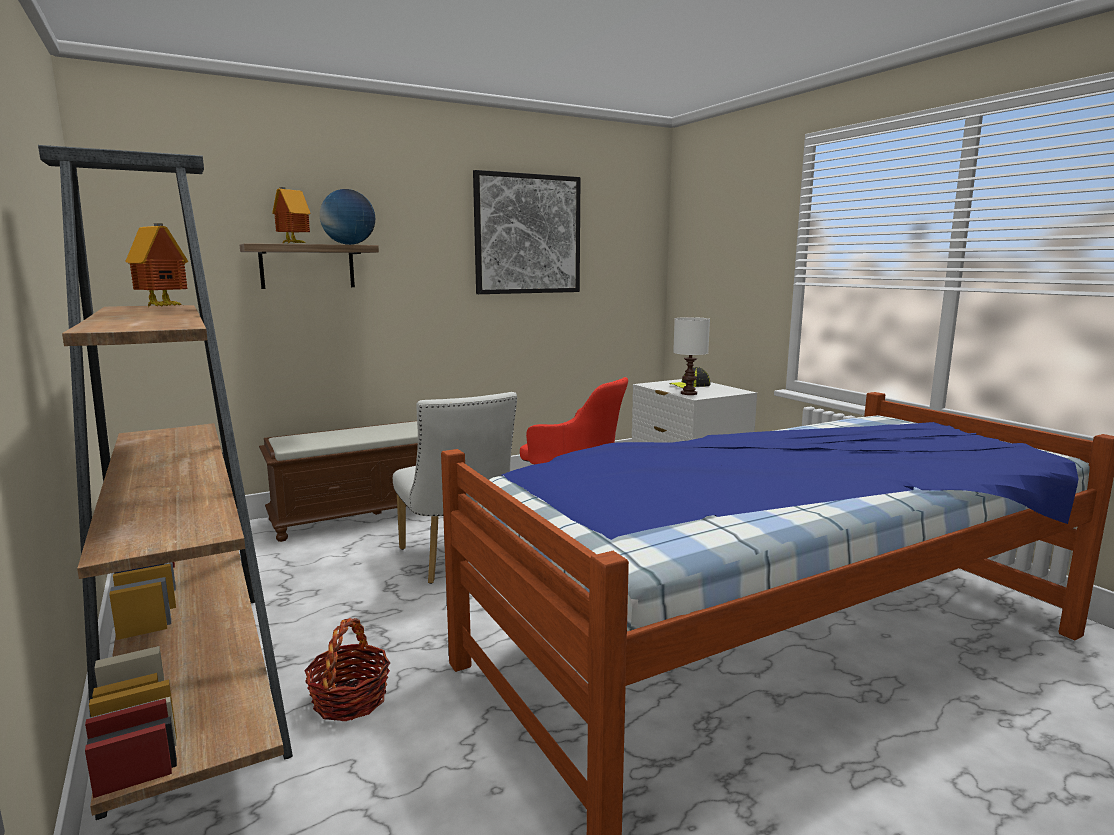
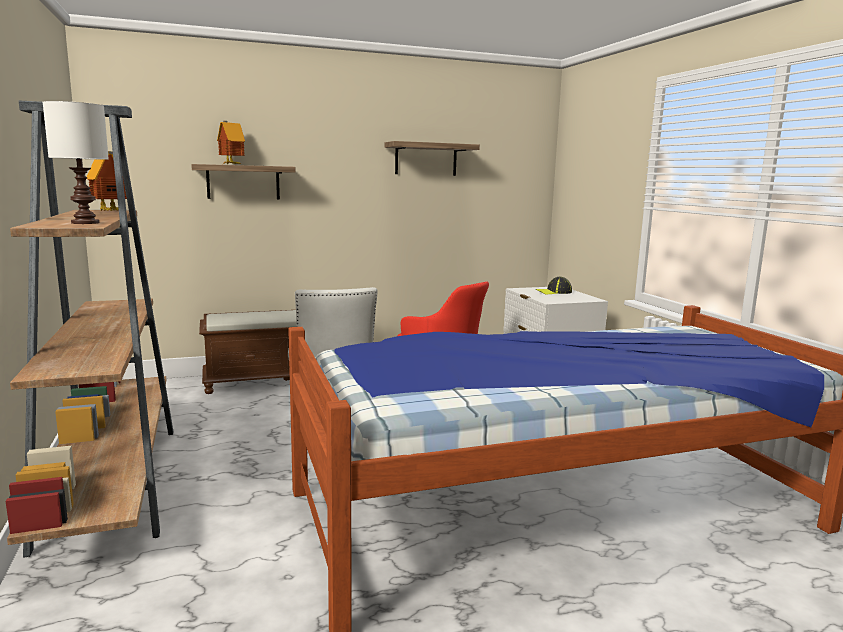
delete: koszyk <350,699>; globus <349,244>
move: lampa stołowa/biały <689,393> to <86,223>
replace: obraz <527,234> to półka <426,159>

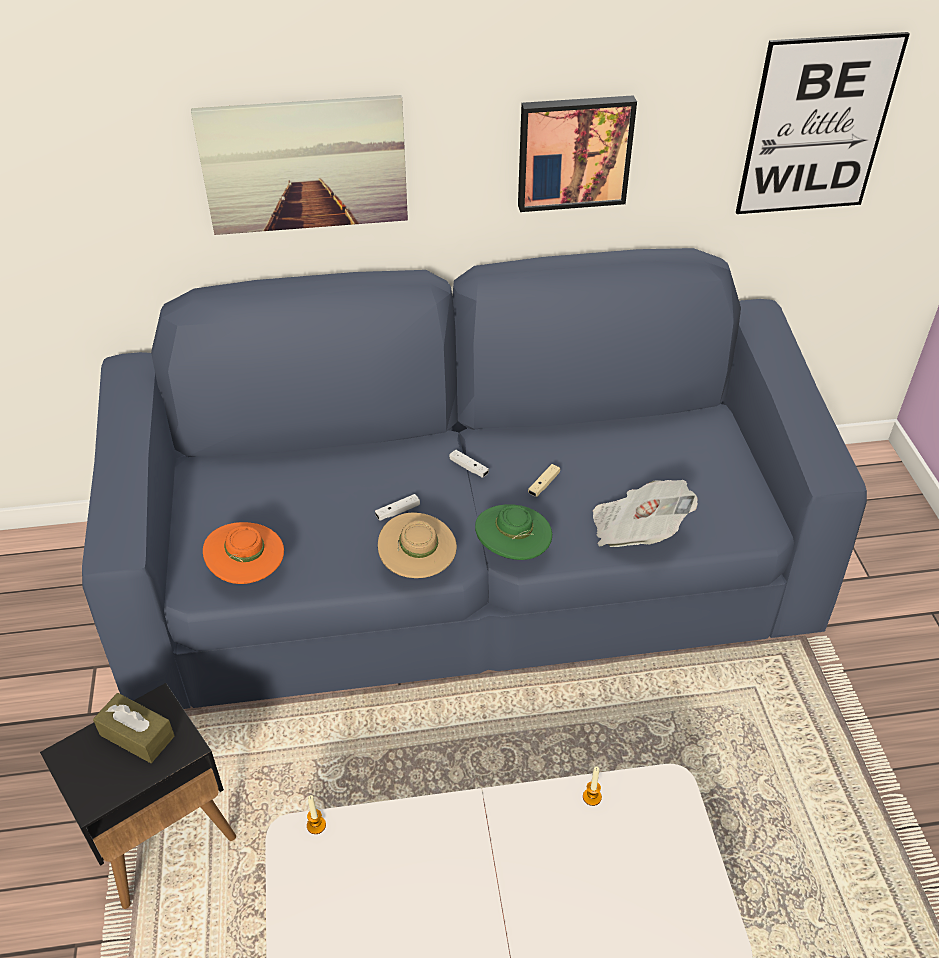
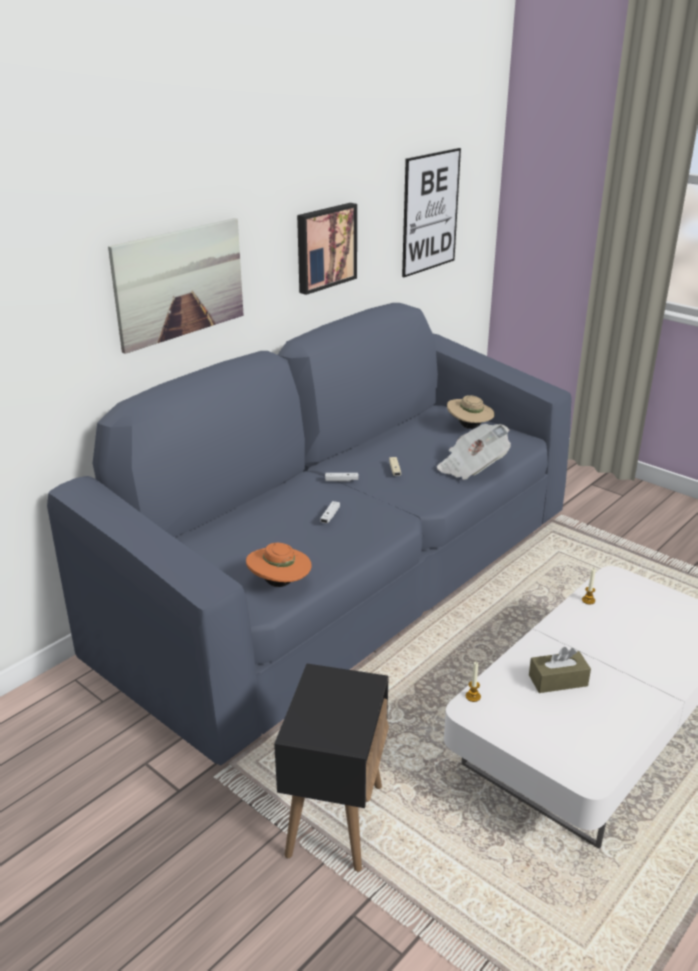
delete: kapelusz/zielony <513,551>
move: kapelusz/beżowy <418,565> to <469,427>; pudełko chusteczek/brązowy <137,735> to <558,680>

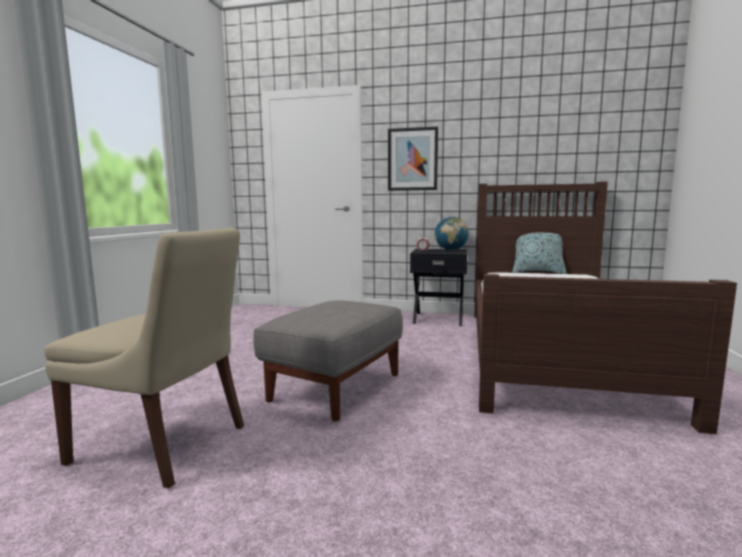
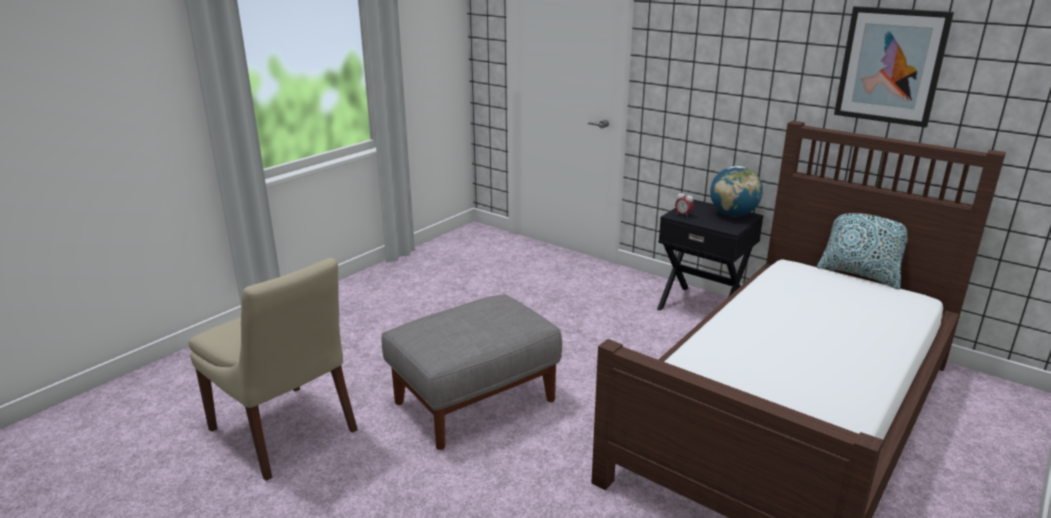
move: obraz <412,159> to <890,66>

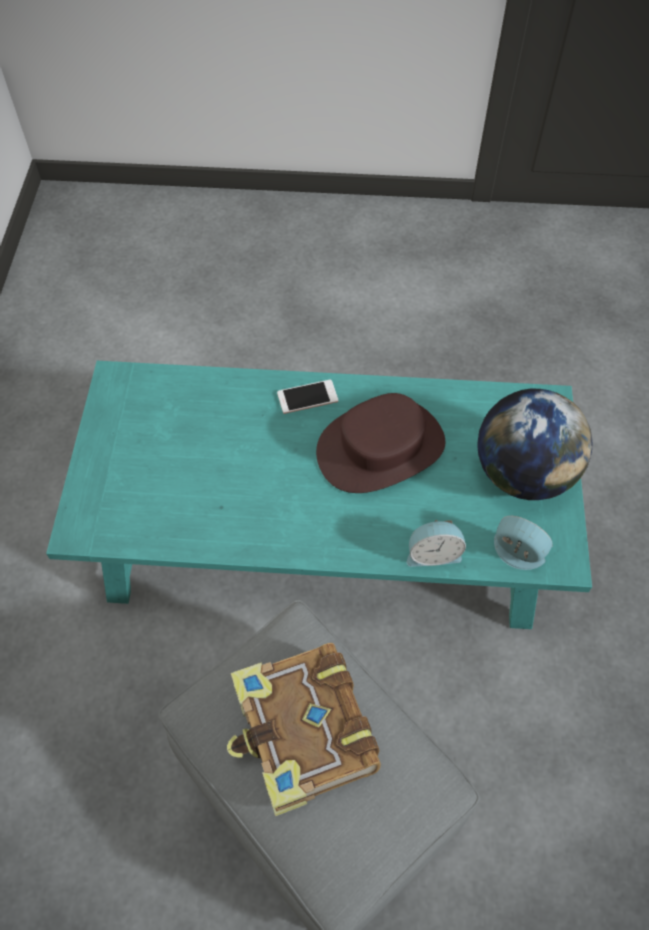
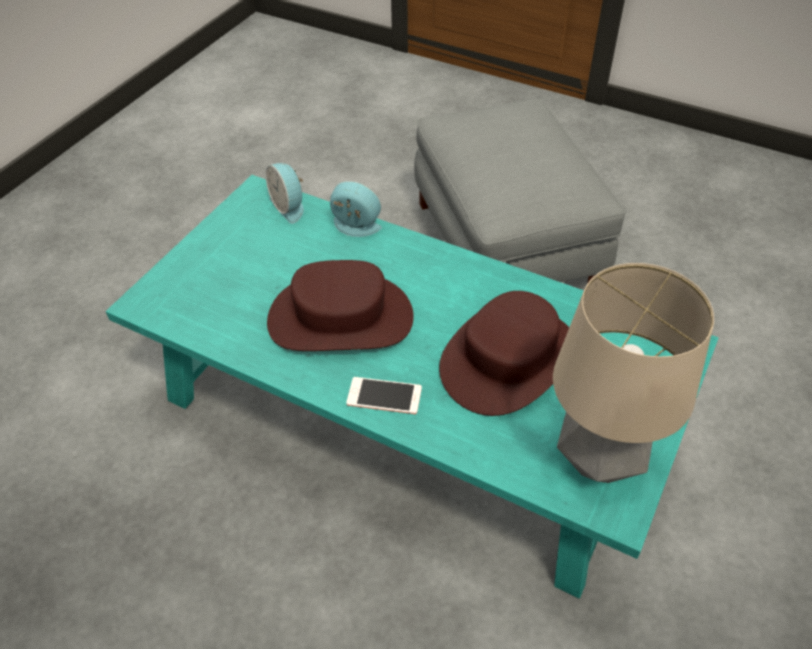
delete: książka <303,734>; globus <523,473>
insert: kapelusz/brązowy <508,359>; lampa stołowa <598,459>

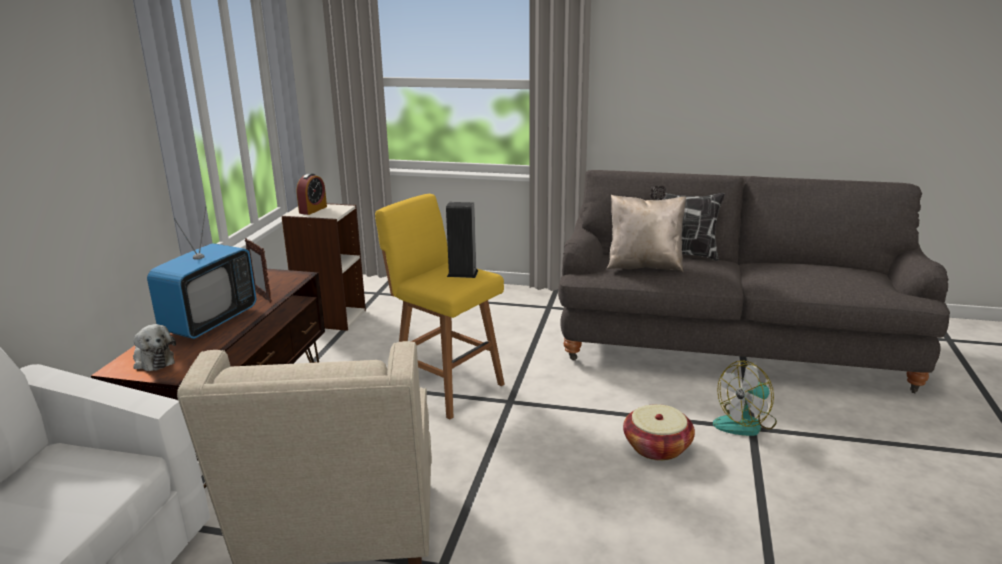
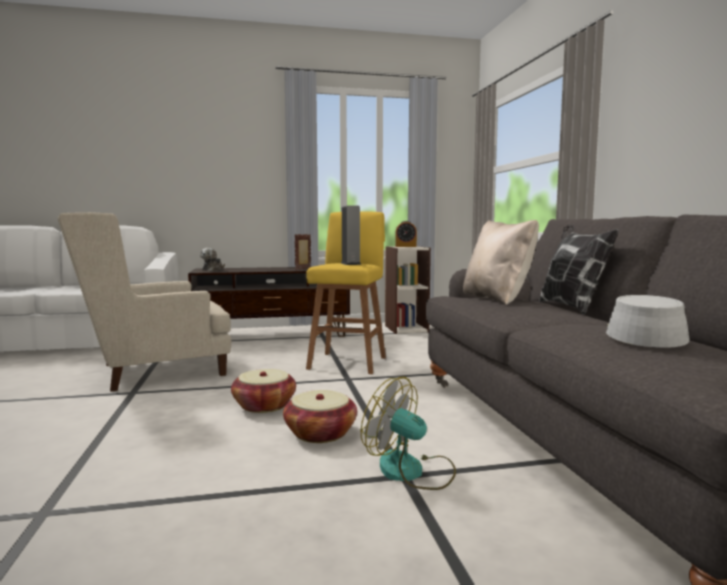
delete: telewizor <209,322>
insert: koszyk <264,405>; kapelusz/szary <644,335>

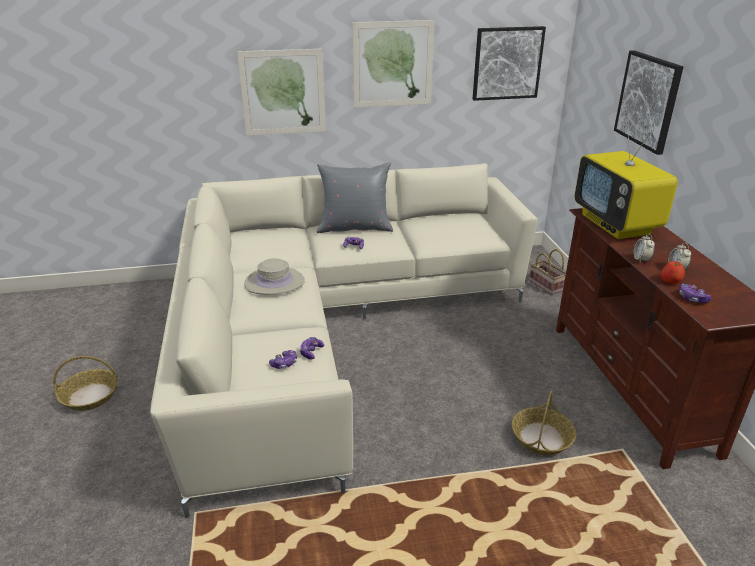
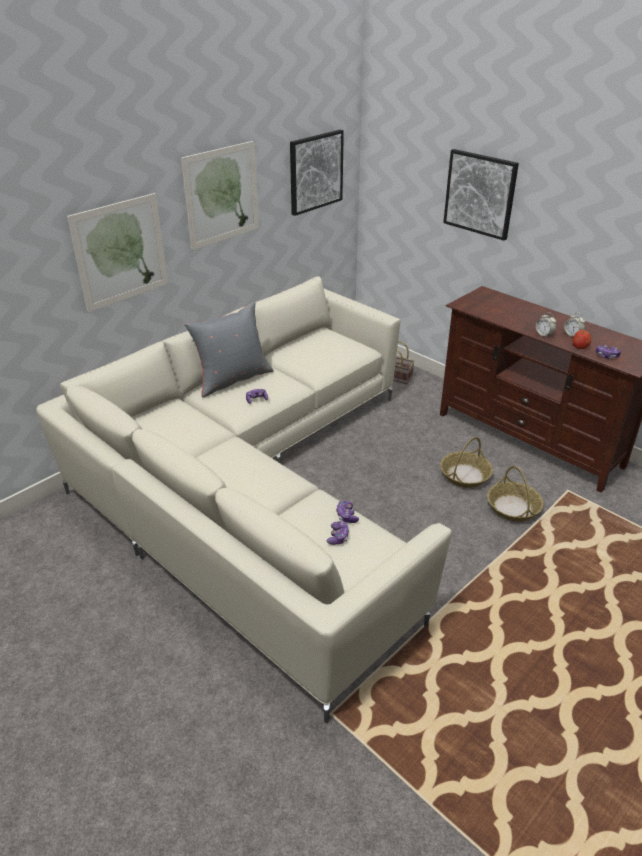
delete: kapelusz/beżowy <274,282>; telewizor <617,224>
move: koszyk <90,396> to <465,475>

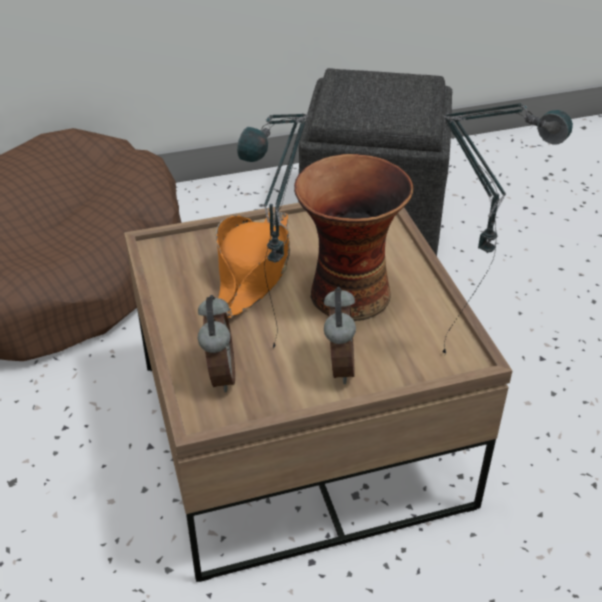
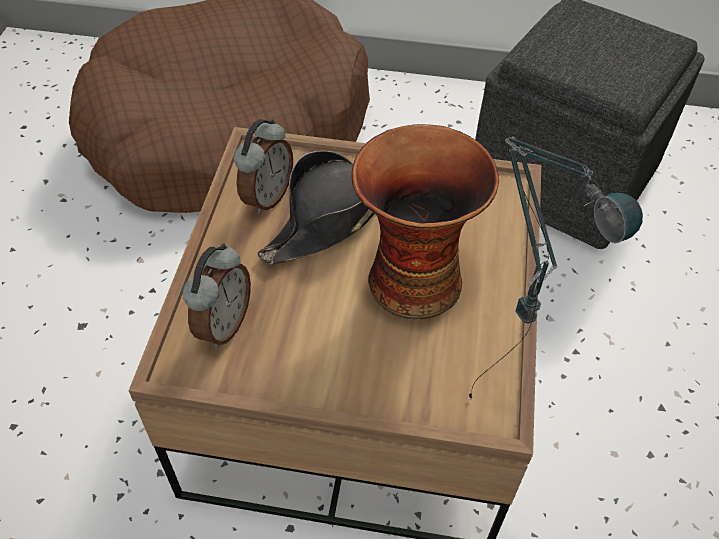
delete: lampa stołowa <280,362>
move: budzik <338,367> to <266,197>
recolor: kapelusz/pomarańczowy <253,272> to kapelusz/czarny <332,217>

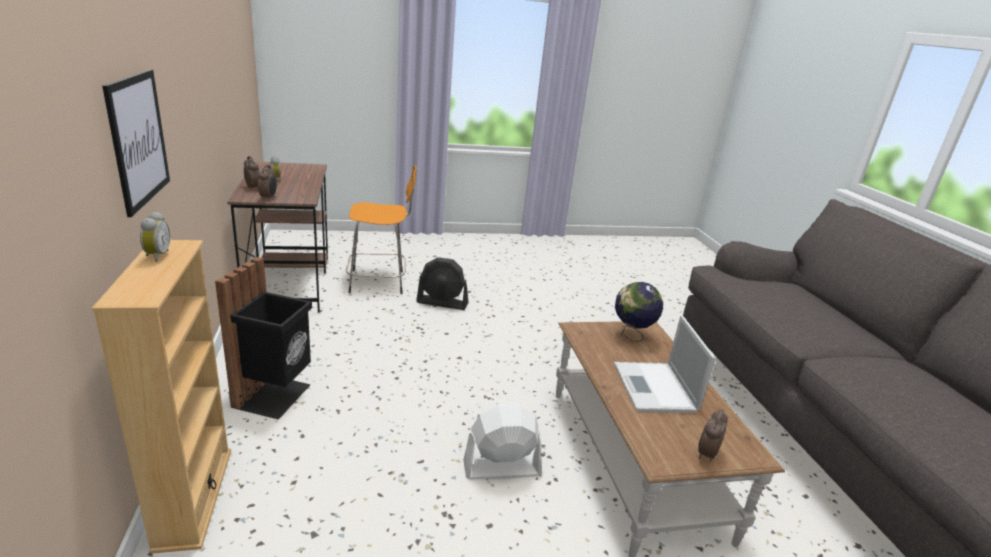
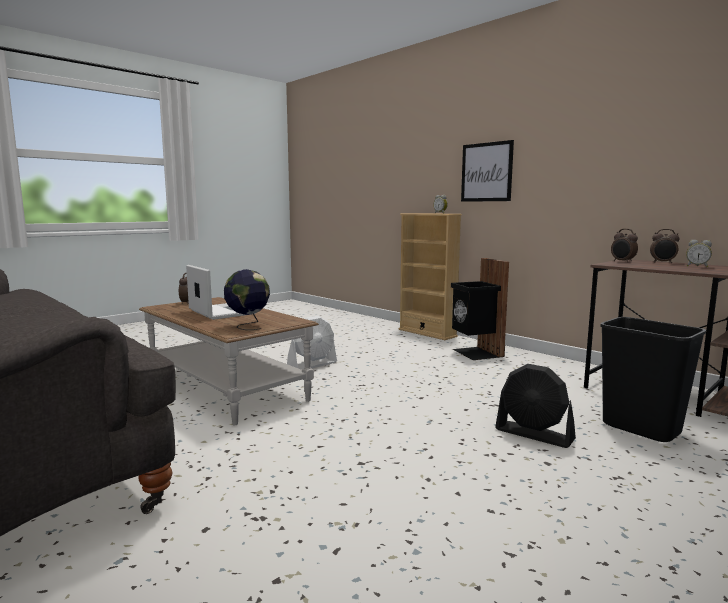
replace: stołek/pomarańczowy <379,282> to kosz na śmieci/czarny <639,429>
rotate: wentylator/czarny <442,303> = <534,434> 120 degrees counterclockwise

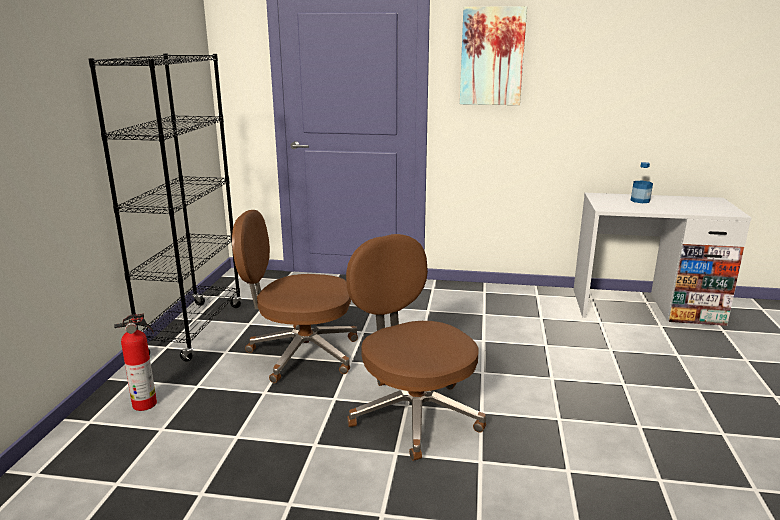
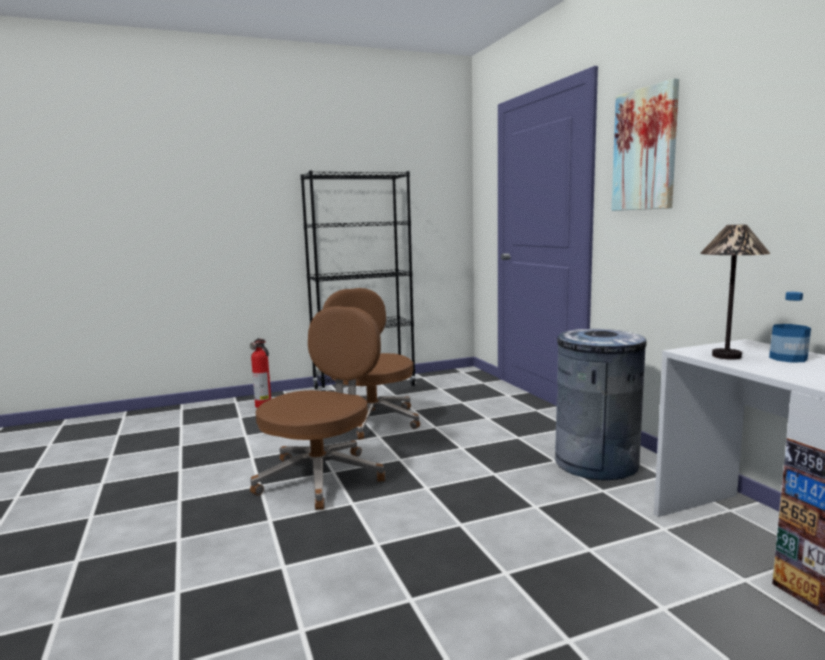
insert: kosz na śmieci/szary <596,463>; lampa stołowa <726,356>

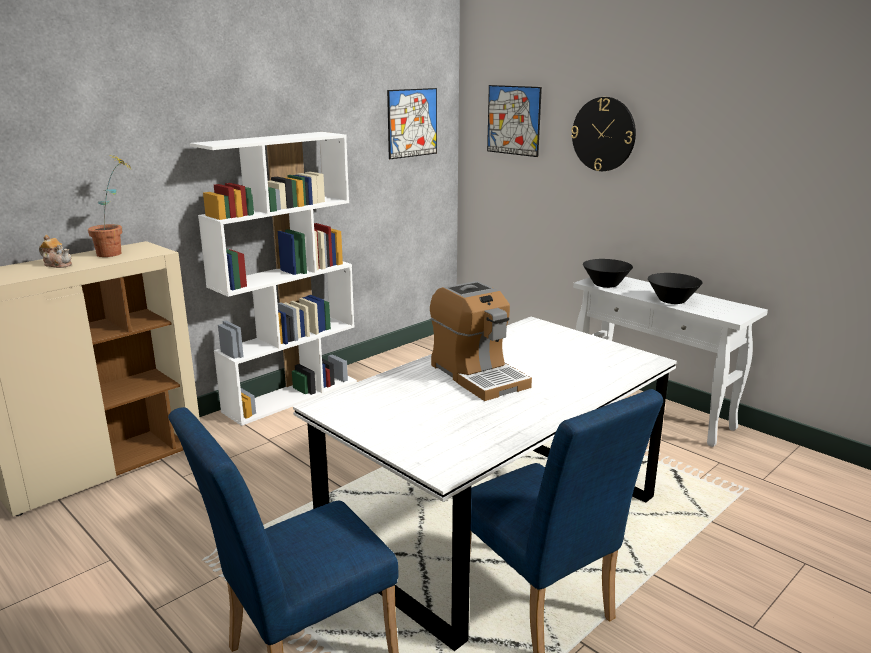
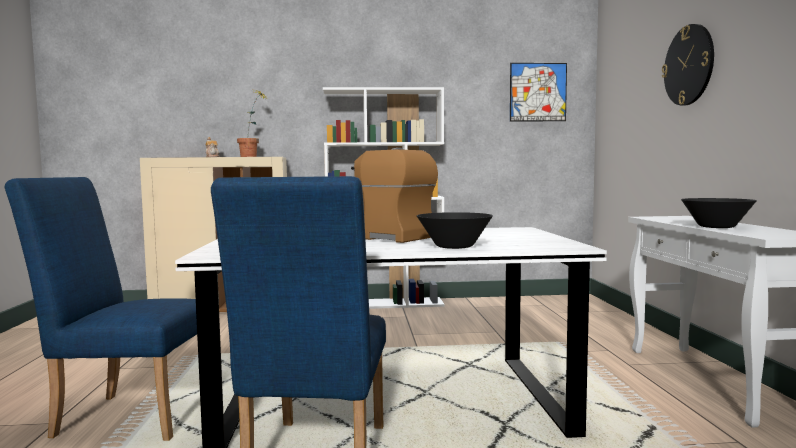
delete: obraz <513,120>
move: miska/czarny <606,284> to <454,247>
rotate: ekspres do kawy <478,375> = <384,237> 120 degrees clockwise

